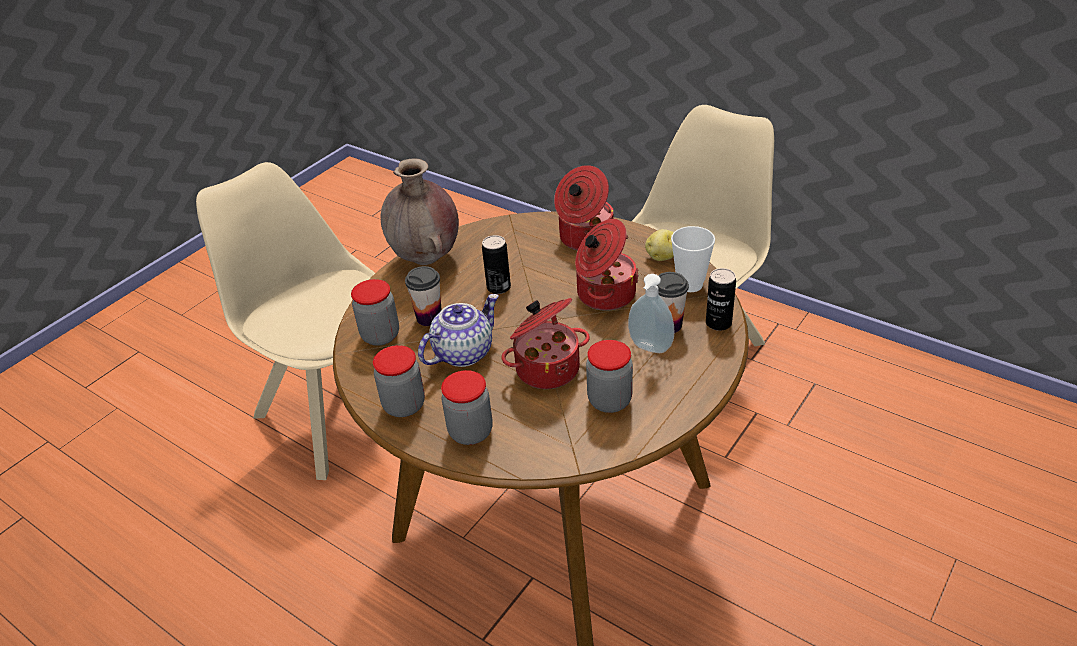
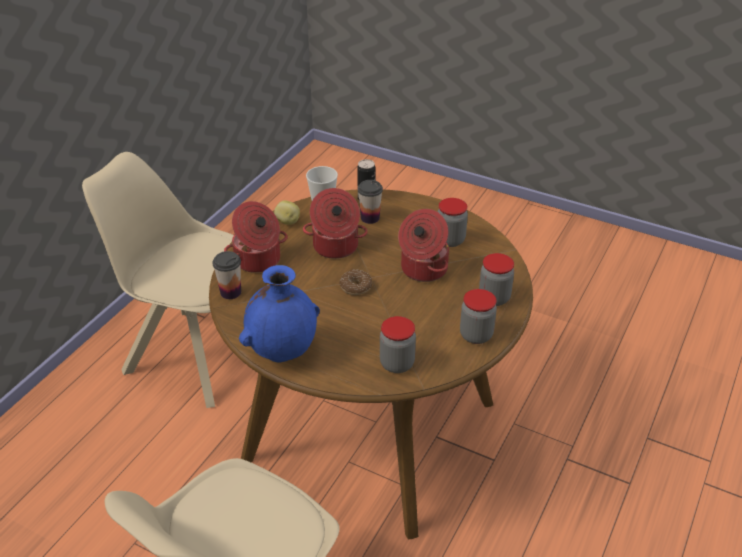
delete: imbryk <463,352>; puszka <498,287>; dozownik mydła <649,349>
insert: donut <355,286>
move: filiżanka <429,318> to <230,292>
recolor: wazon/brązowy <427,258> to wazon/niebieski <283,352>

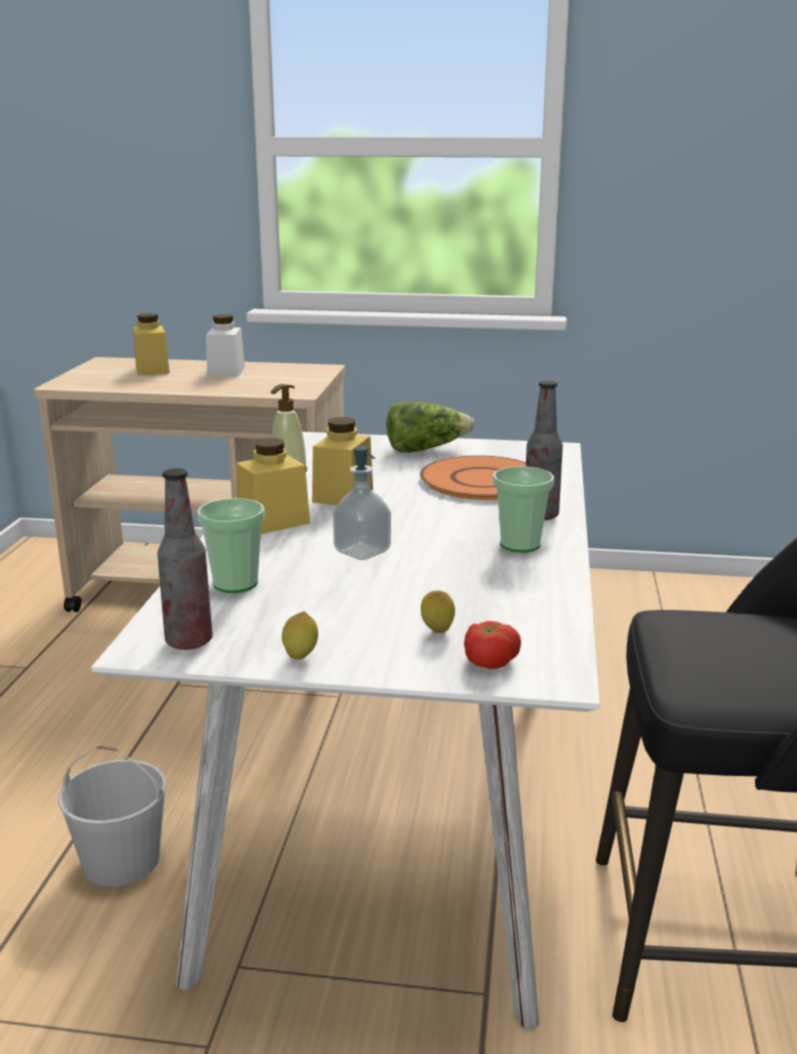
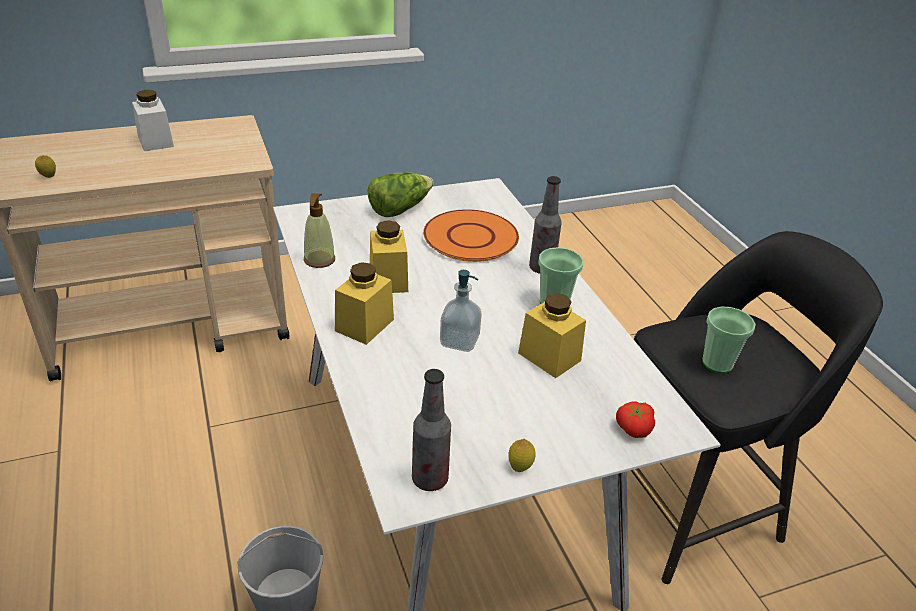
move: cytryna <437,632> to <48,177>; słoik/żółty <152,370> to <549,357>; filiżanka <235,584> to <717,363>

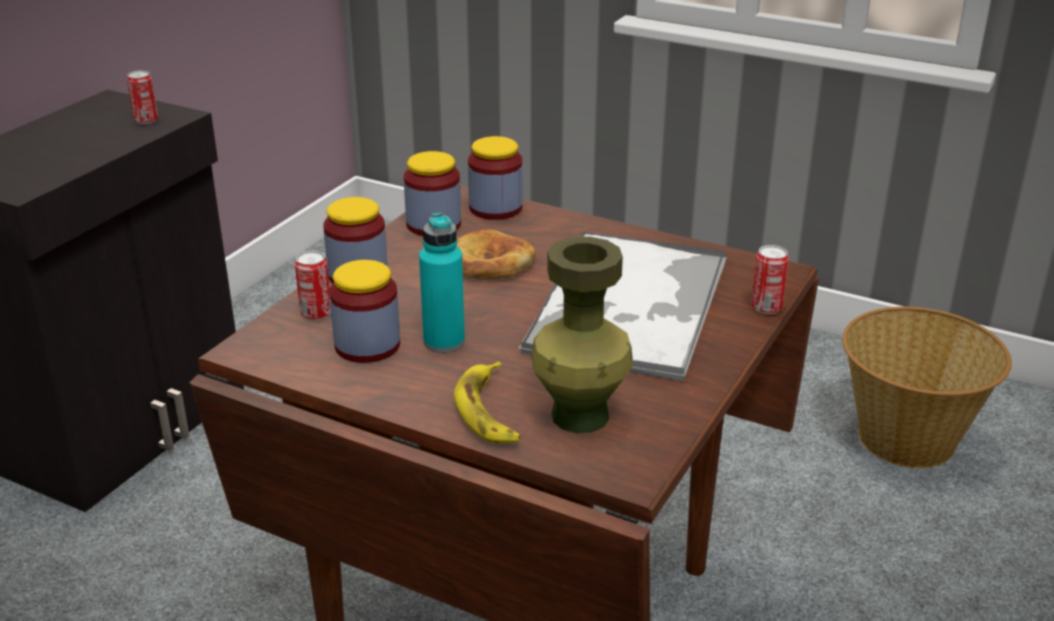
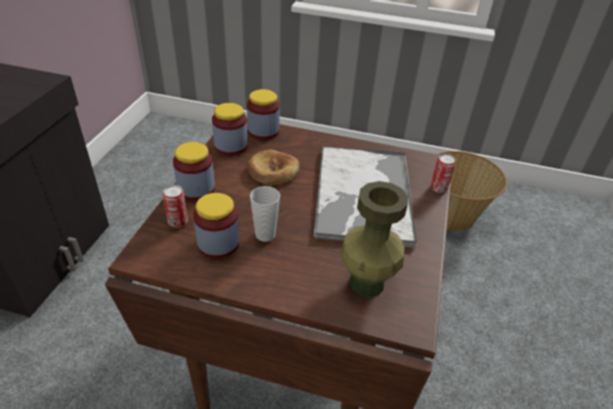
delete: puszka <146,120>; banan <489,411>
replace: butelka/turkusowy <444,341> to filiżanka <265,235>

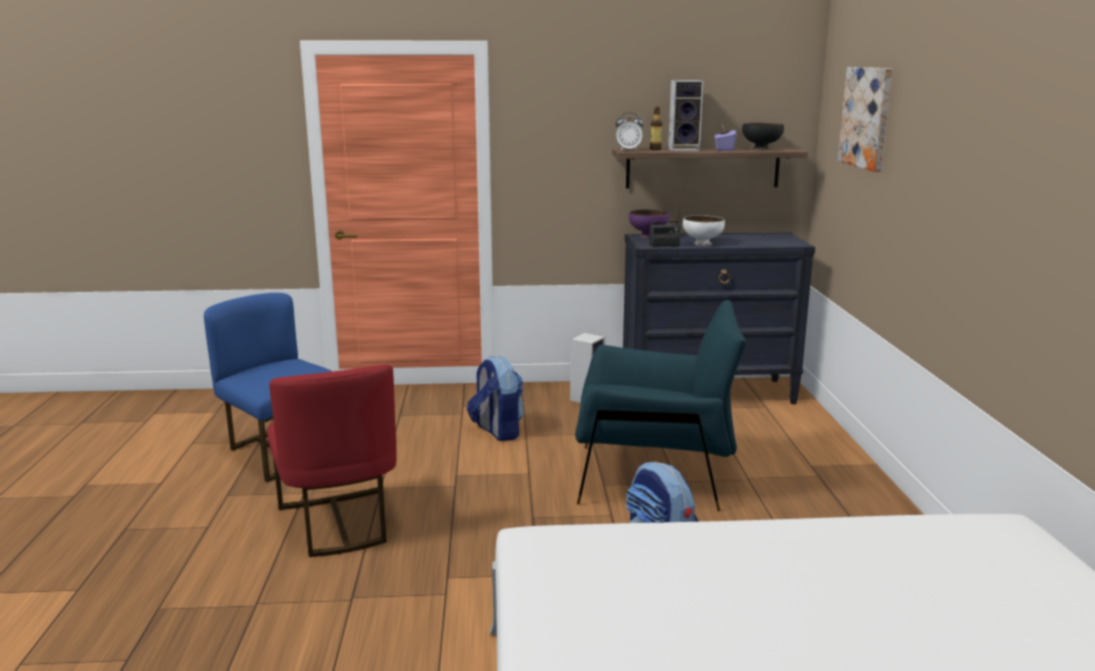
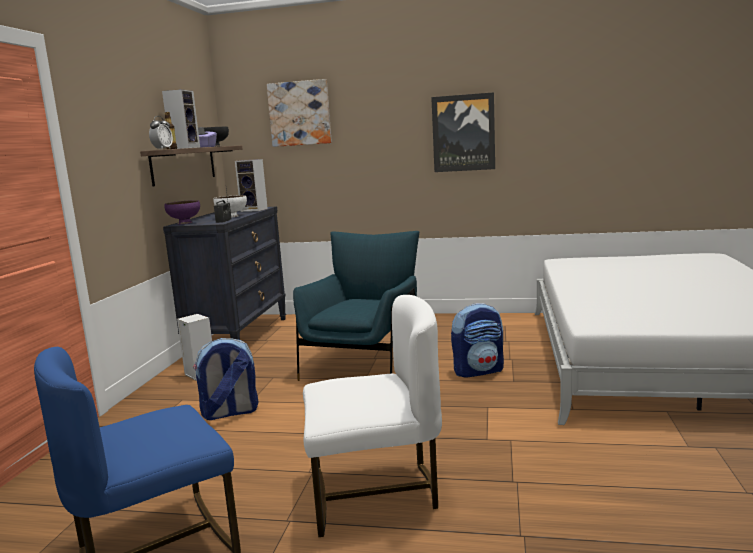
insert: głośnik <255,210>; obraz <463,133>
recolor: krzesło/czerwony <339,523> to krzesło/biały <374,493>

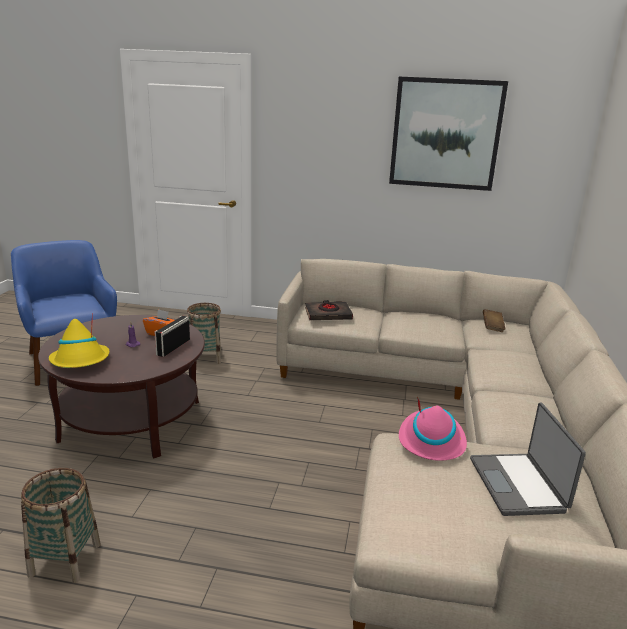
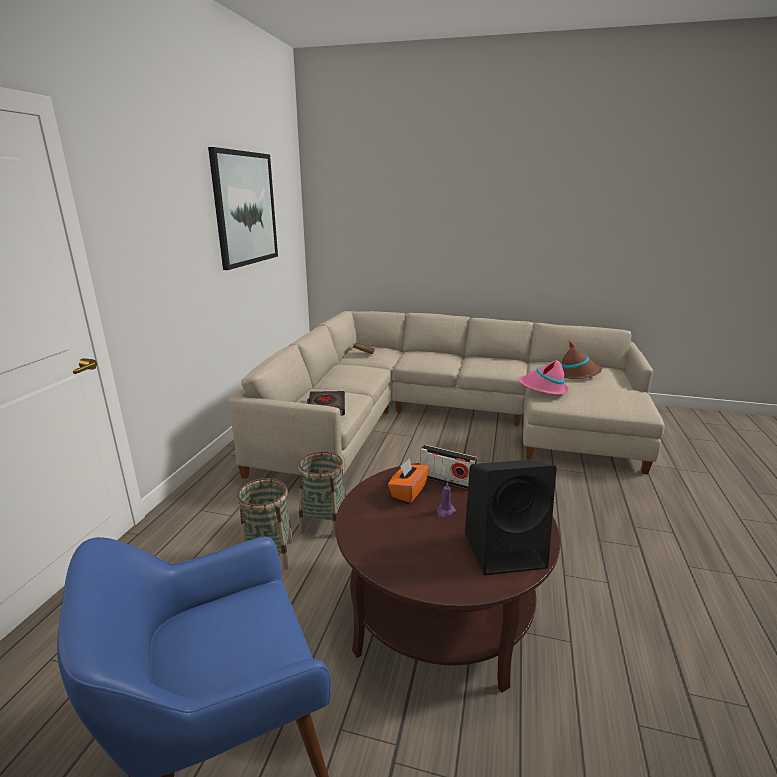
move: koszyk <65,559> to <324,522>
replace: kapelusz/żółty <80,361> to głośnik/czarny <506,549>; laptop <518,485> to kapelusz/brązowy <576,373>

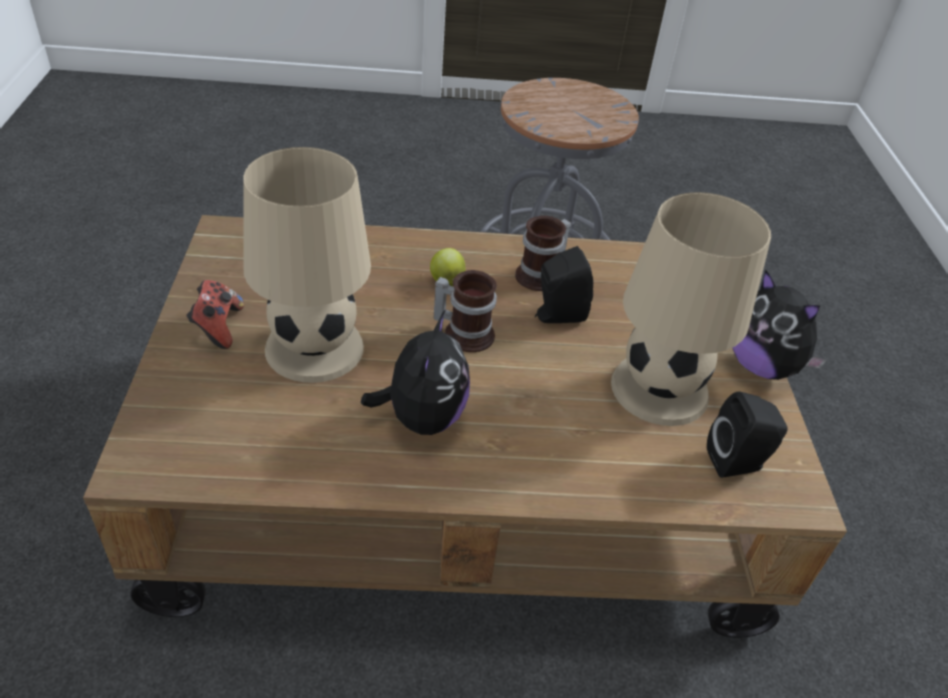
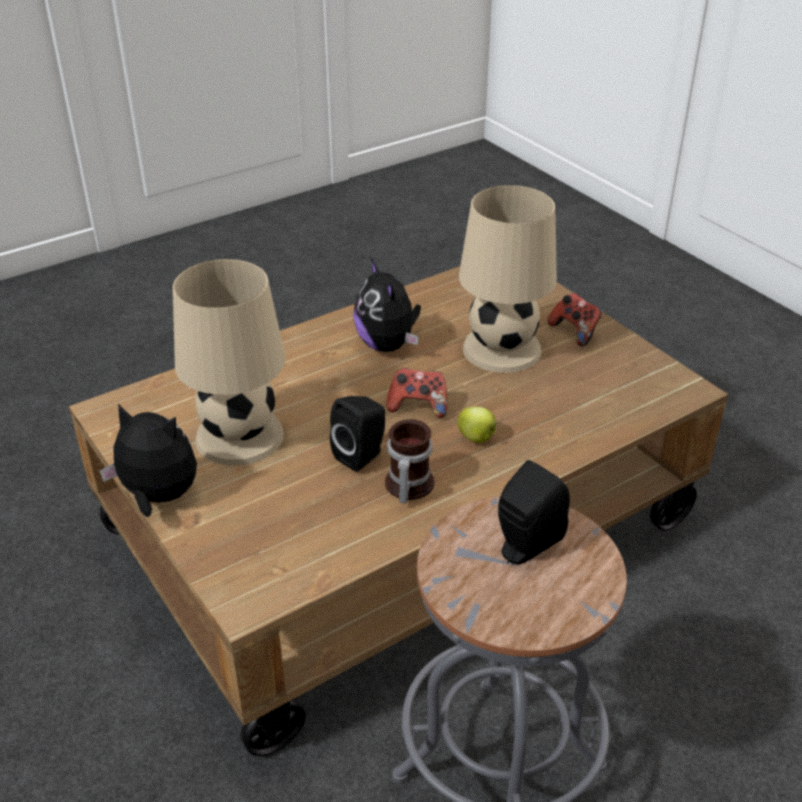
move: głośnik/czarny <738,463> to <524,547>
replace: kubek <465,332> to pad do gier <418,406>

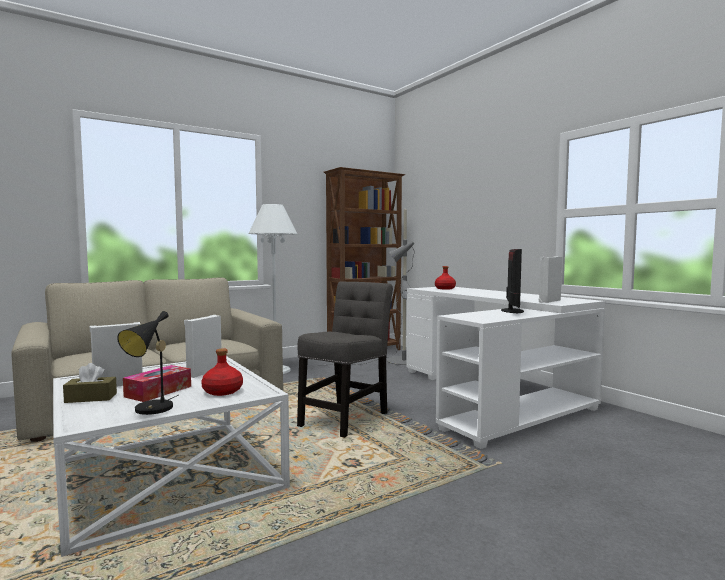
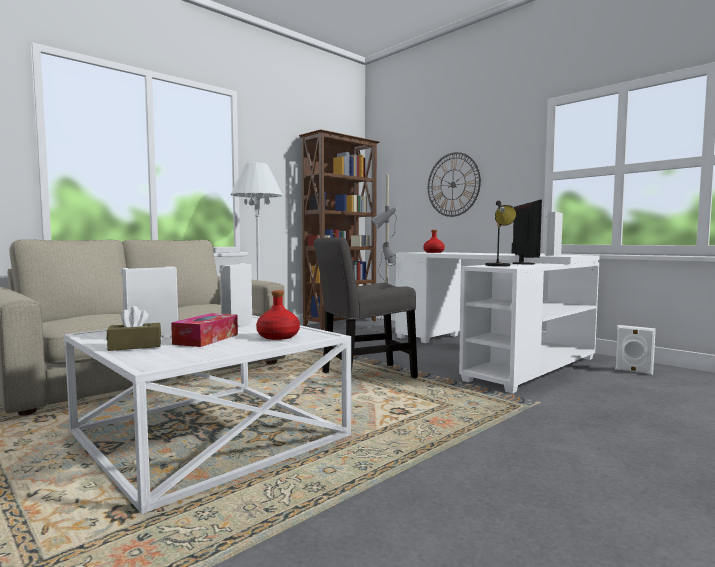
insert: zegar ścienny <453,184>; głośnik/biały <633,371>
move: lampa stołowa/czarny <151,410> to <499,266>
rotate: krzesło/szary <346,417> = <364,376> 135 degrees counterclockwise

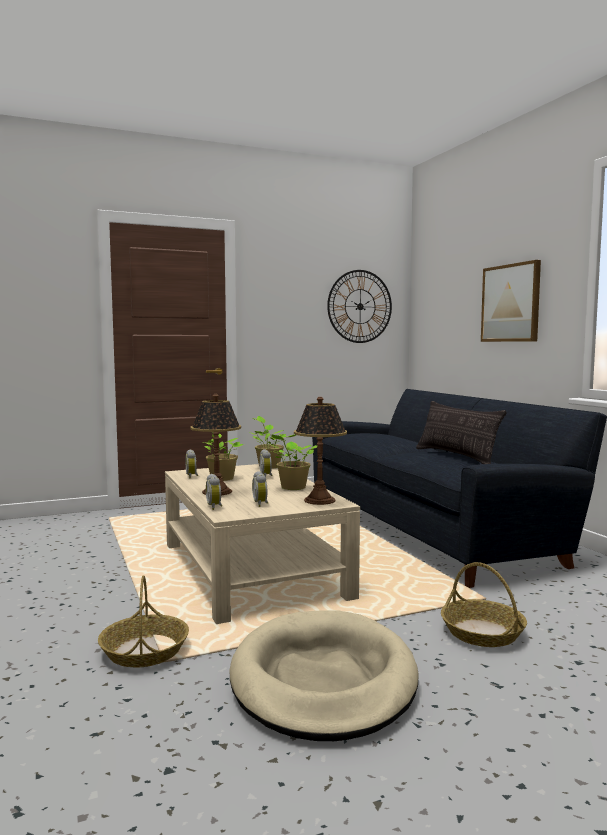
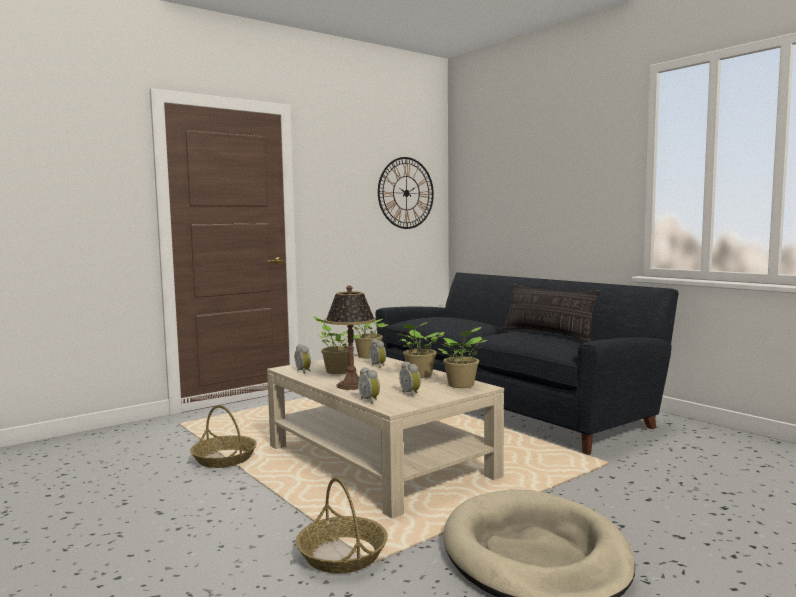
delete: obraz <511,303>
move: koszyk <483,632> to <224,459>
replace: lampa stołowa <320,500> to roślina doniczkowa <461,385>

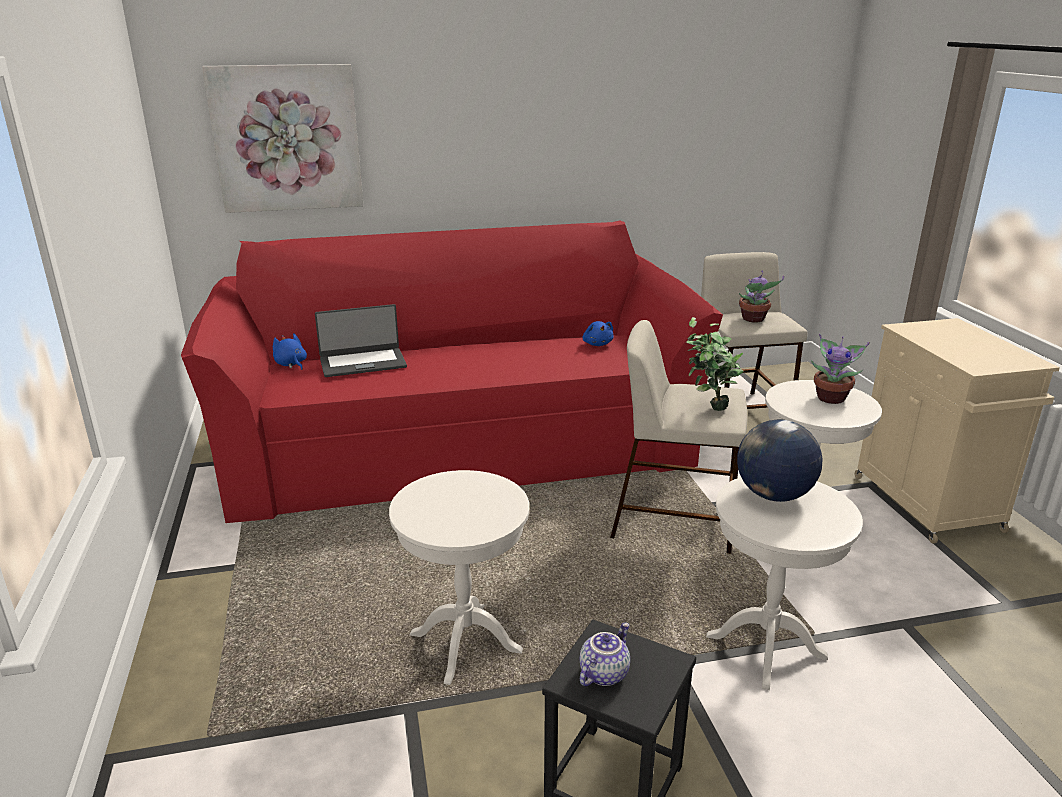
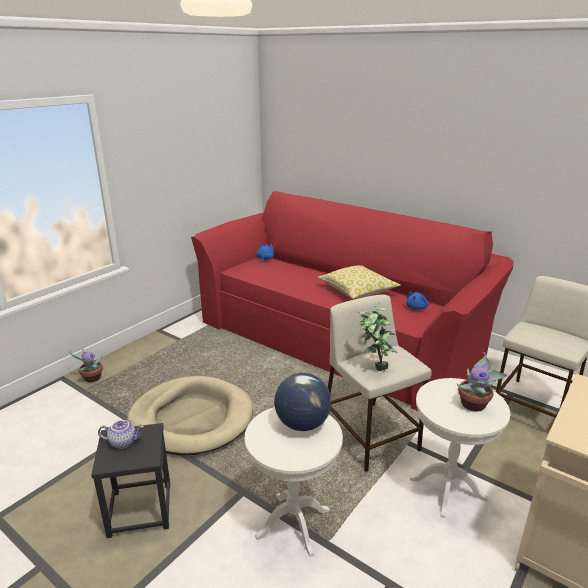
delete: obraz <287,139>; laptop <362,362>
insert: poduszka <357,291>
move: roślina doniczkowa <753,319> to <91,379>
replace: stolik/biały <465,643> to legowisko/beżowy <191,419>

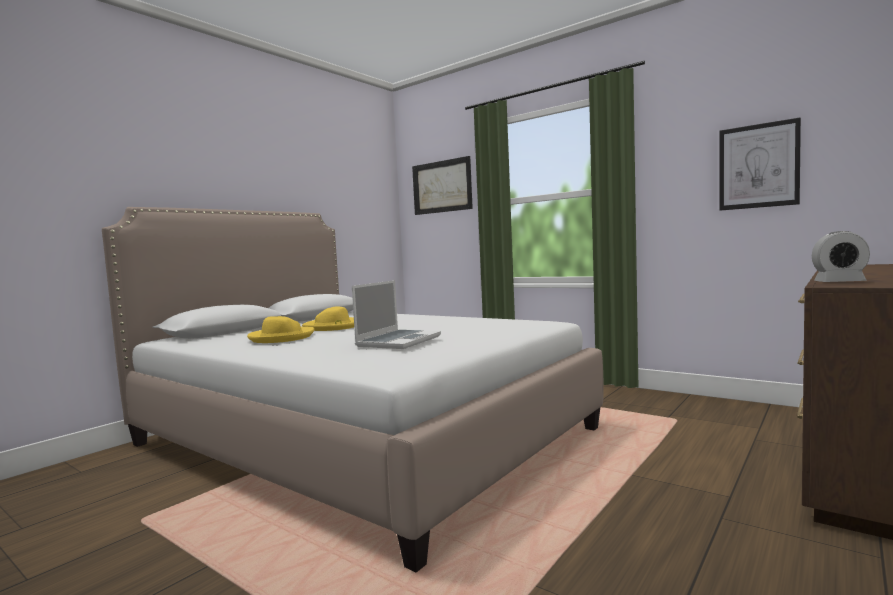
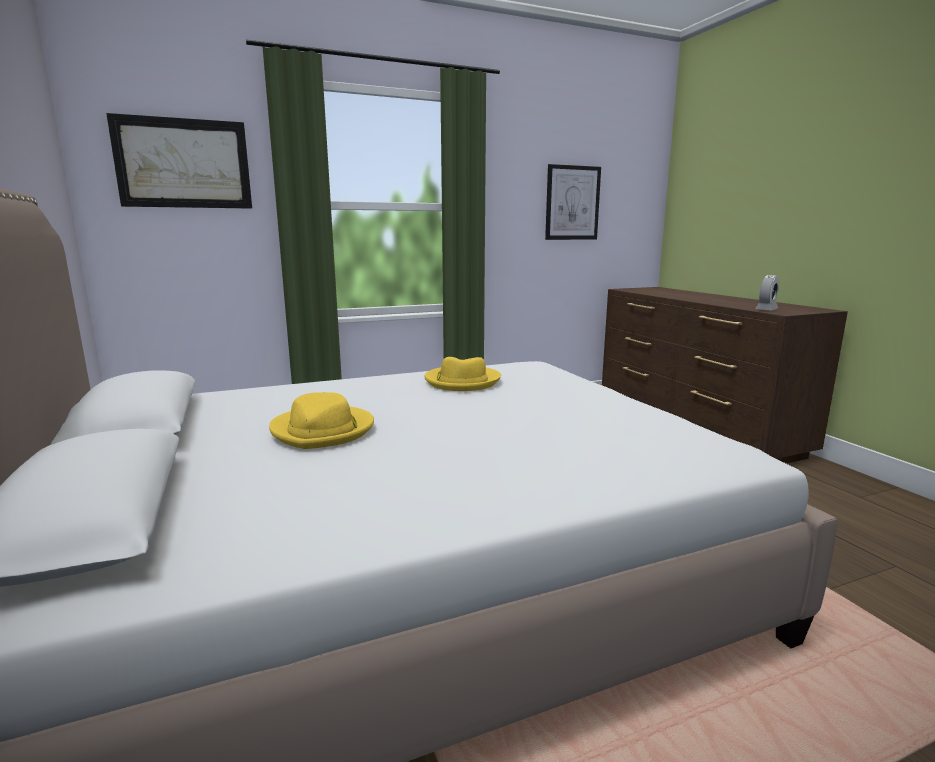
delete: laptop <398,341>
move: kapelusz/żółty <281,337> to <462,381>

